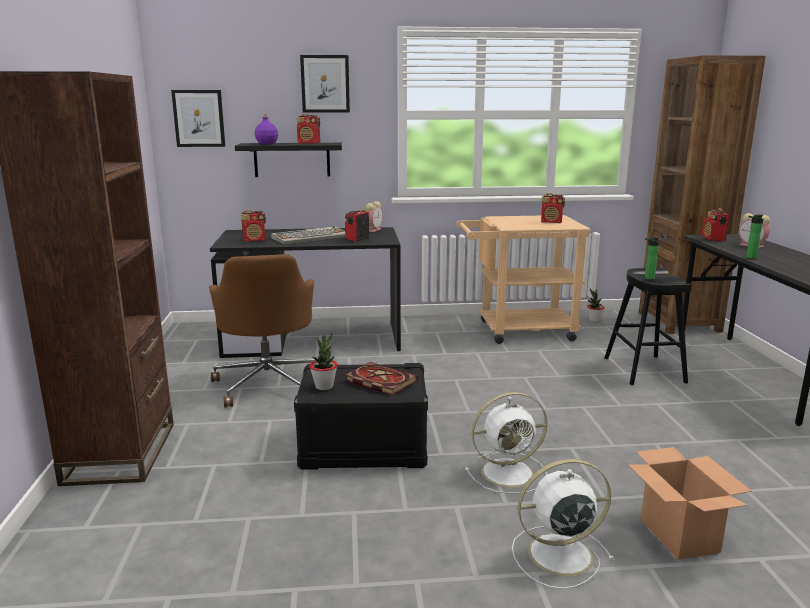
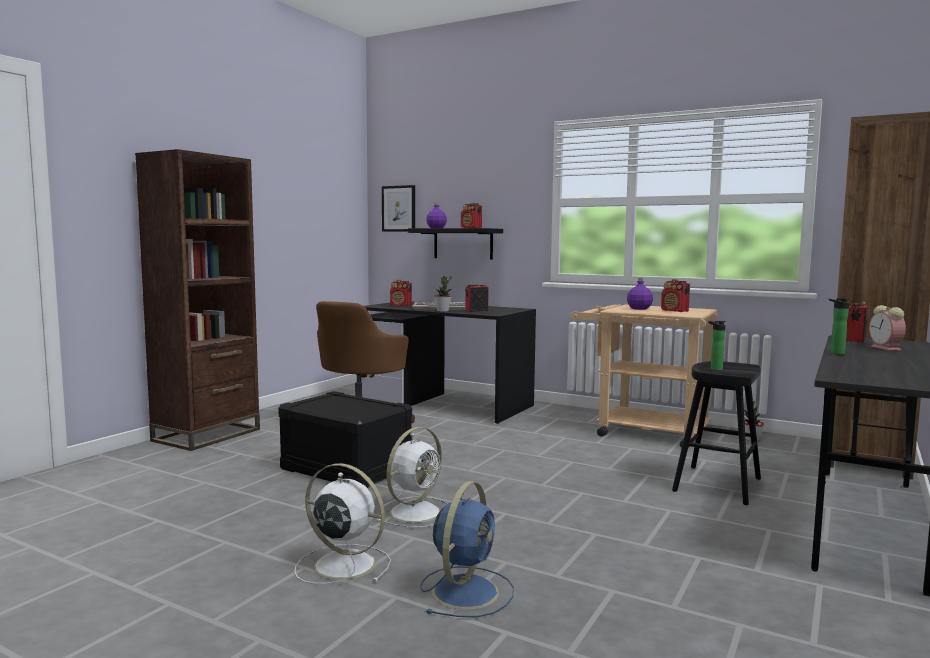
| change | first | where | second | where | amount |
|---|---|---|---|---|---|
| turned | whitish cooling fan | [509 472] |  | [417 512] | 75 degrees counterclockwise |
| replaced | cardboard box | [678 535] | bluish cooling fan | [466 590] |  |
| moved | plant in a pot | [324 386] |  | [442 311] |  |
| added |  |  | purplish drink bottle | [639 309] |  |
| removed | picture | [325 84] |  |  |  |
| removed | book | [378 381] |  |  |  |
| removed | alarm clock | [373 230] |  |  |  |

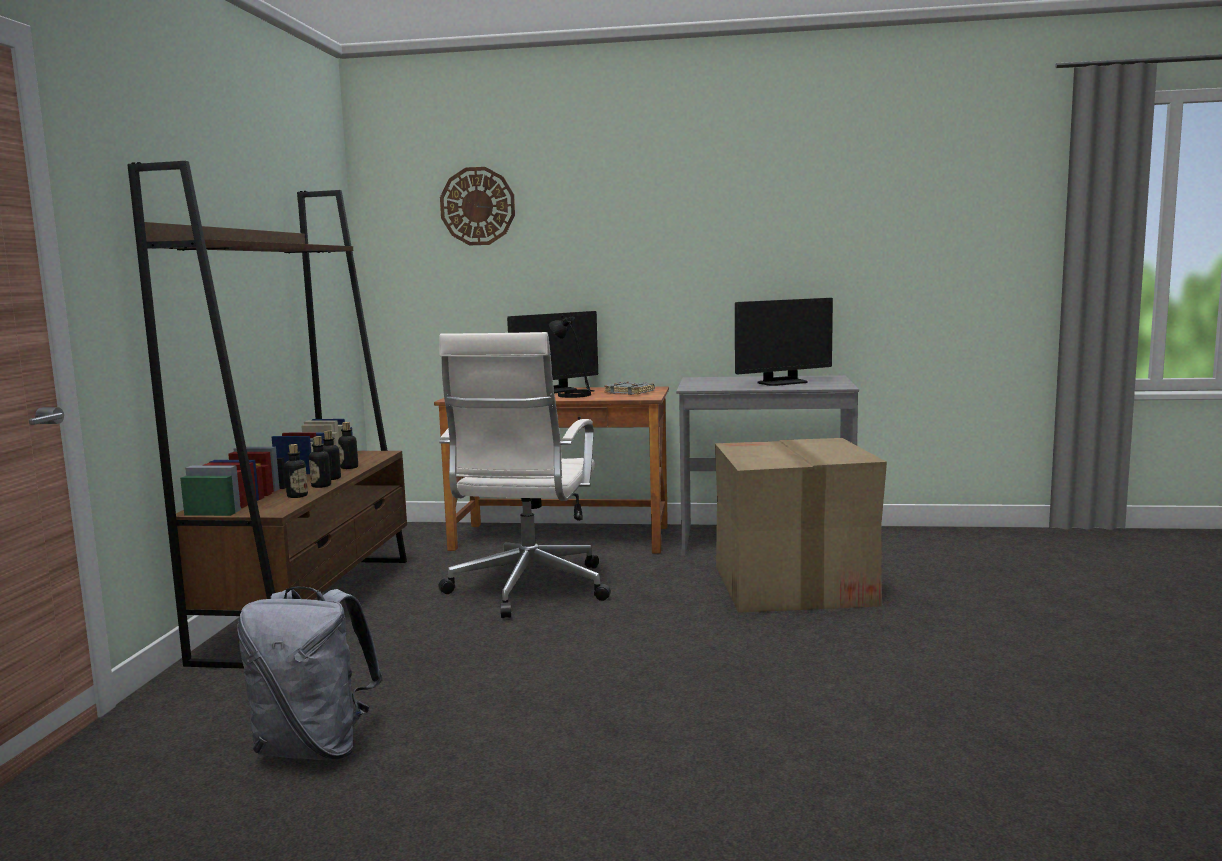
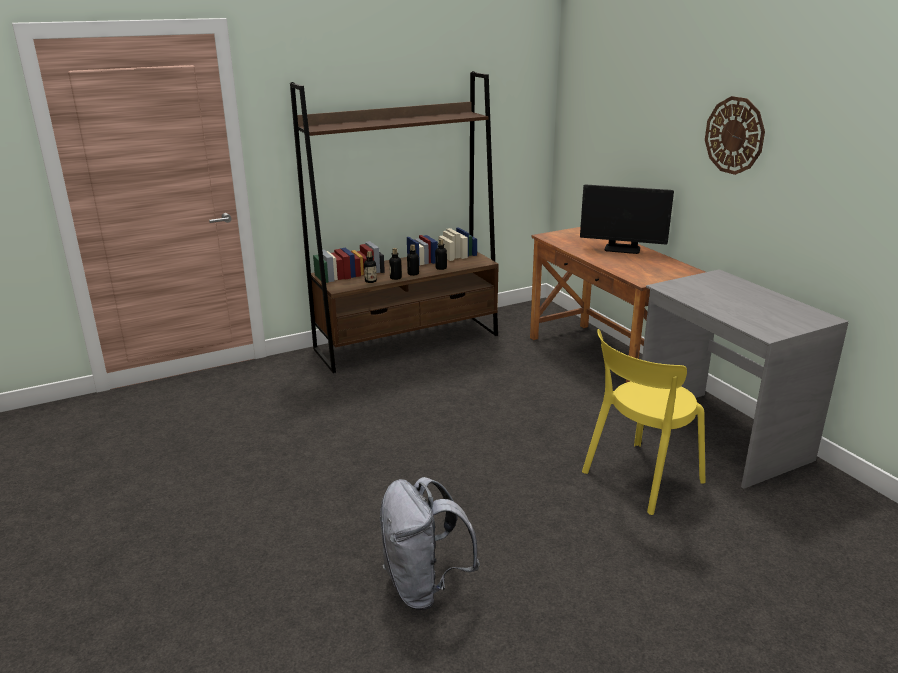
| change | first | where | second | where | amount |
|---|---|---|---|---|---|
| moved | grey backpack | [314 748] |  | [424 586] |  |
| replaced | cardboard box | [793 585] | yellowish upright chair | [639 478] |  |
| moved | hanging clock | [477 206] |  | [734 135] |  |
| removed | whitish desk chair | [527 589] |  |  |  |
| removed | blackish table lamp | [574 395] |  |  |  |
| removed | grey book | [630 392] |  |  |  |
| removed | computer screen | [782 382] |  |  |  |

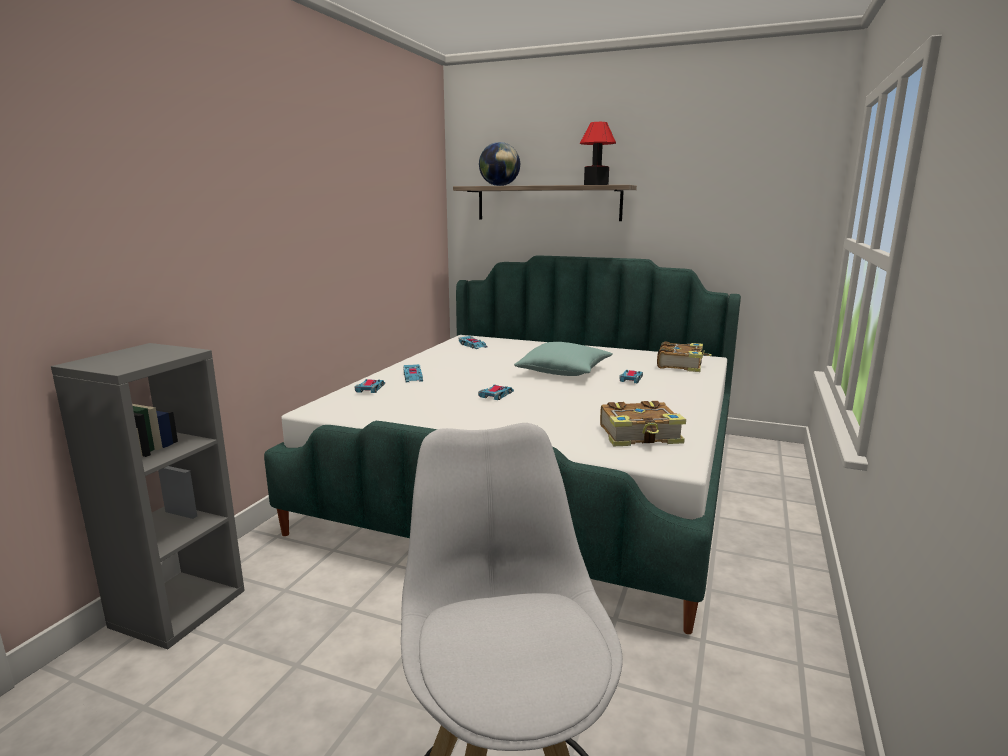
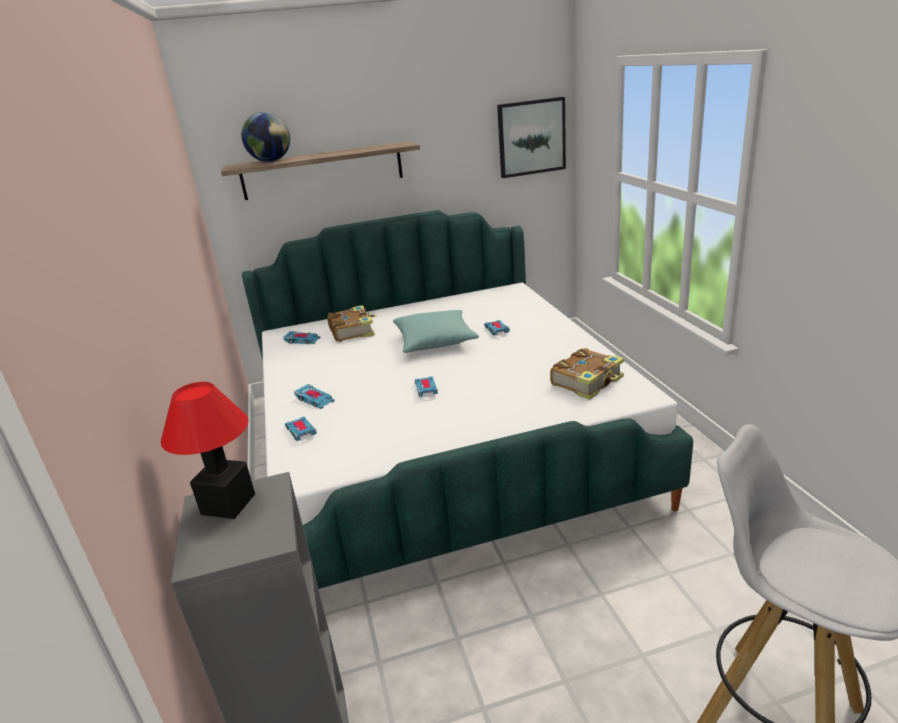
| change | first | where | second | where | amount |
|---|---|---|---|---|---|
| moved | table lamp | [596 185] |  | [229 503] |  |
| moved | book | [681 365] |  | [352 331] |  |
| added |  |  | picture | [531 137] |  |

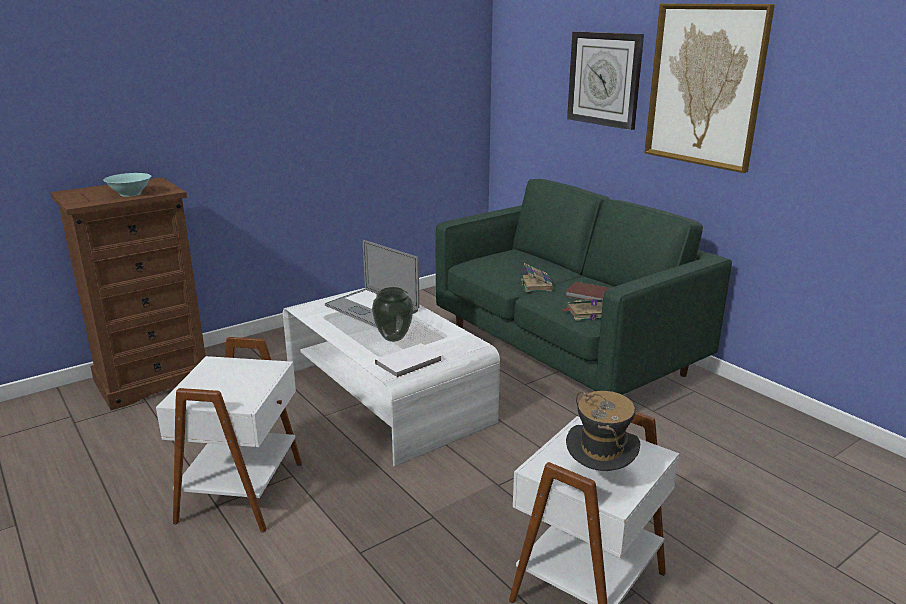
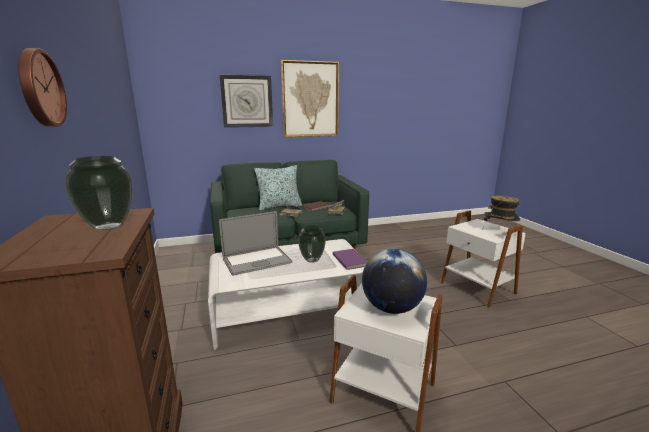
| change | first | where | second | where | amount |
|---|---|---|---|---|---|
| added |  |  | hanging clock | [39 88] |  |
| replaced | blue-green serving bowl | [130 194] | decorative vase | [109 227] |  |
| added |  |  | cushion | [279 206] |  |
| recoloured | whitish book | [410 363] | purplish book | [350 260] |  |
| added |  |  | world globe | [392 308] |  |

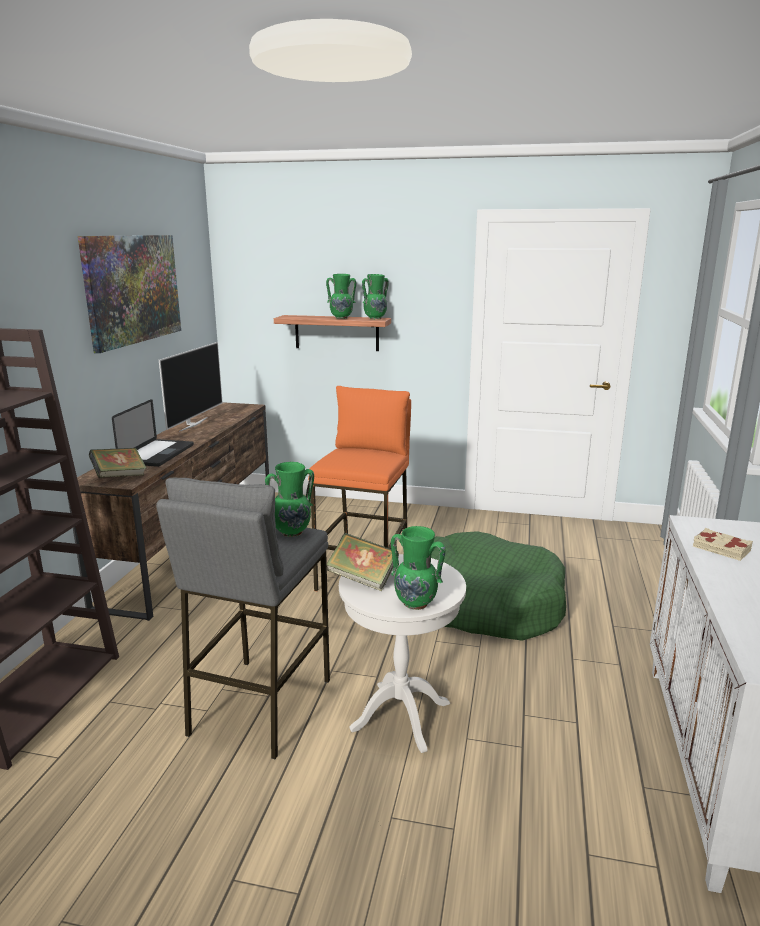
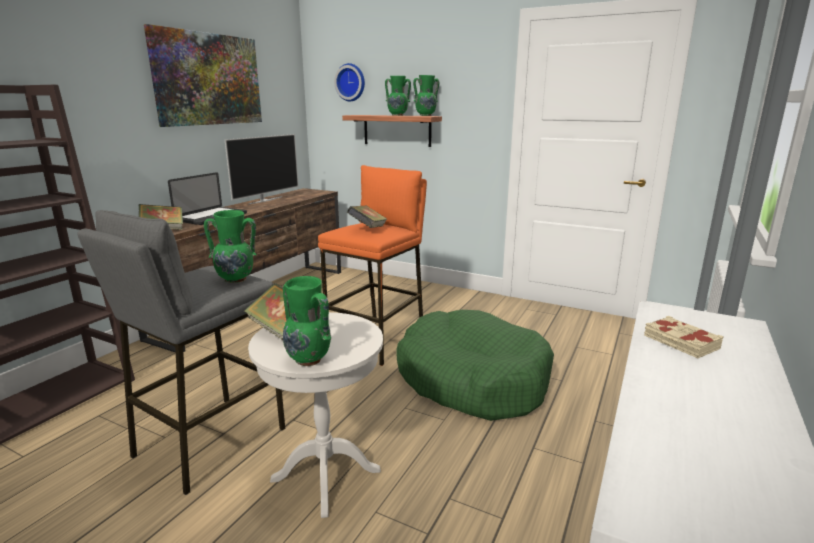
| change | first | where | second | where | amount |
|---|---|---|---|---|---|
| added |  |  | hanging clock | [351 82] |  |
| added |  |  | book | [368 229] |  |

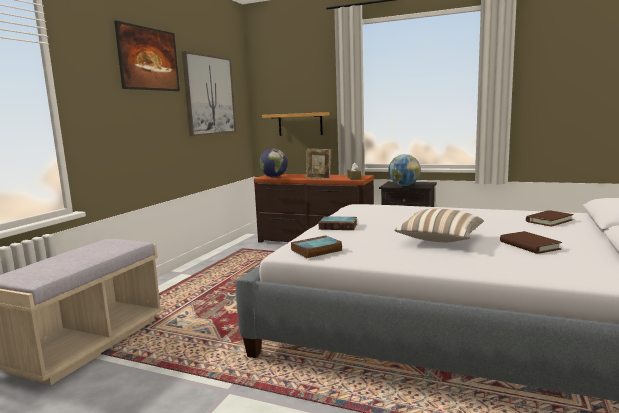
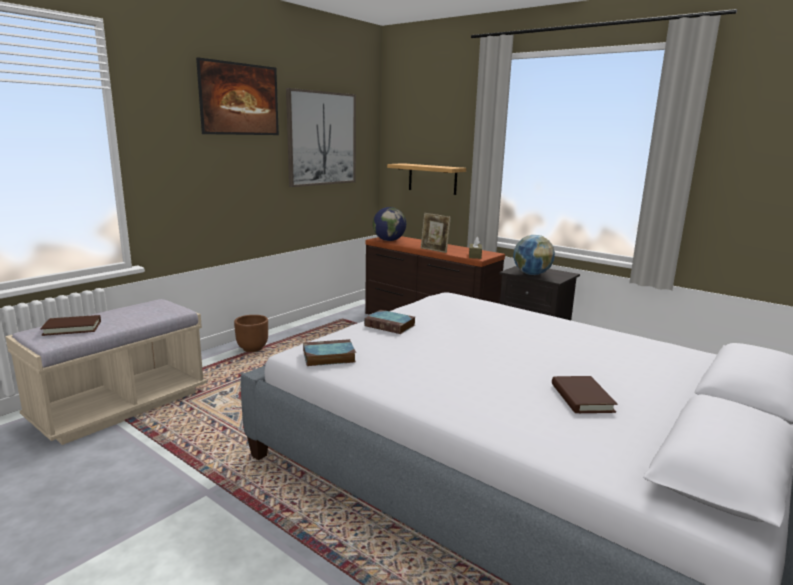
| change | first | where | second | where | amount |
|---|---|---|---|---|---|
| moved | brown-coloured book | [549 221] |  | [72 328] |  |
| added |  |  | brown-coloured plant pot | [253 349] |  |
| removed | cushion | [439 240] |  |  |  |

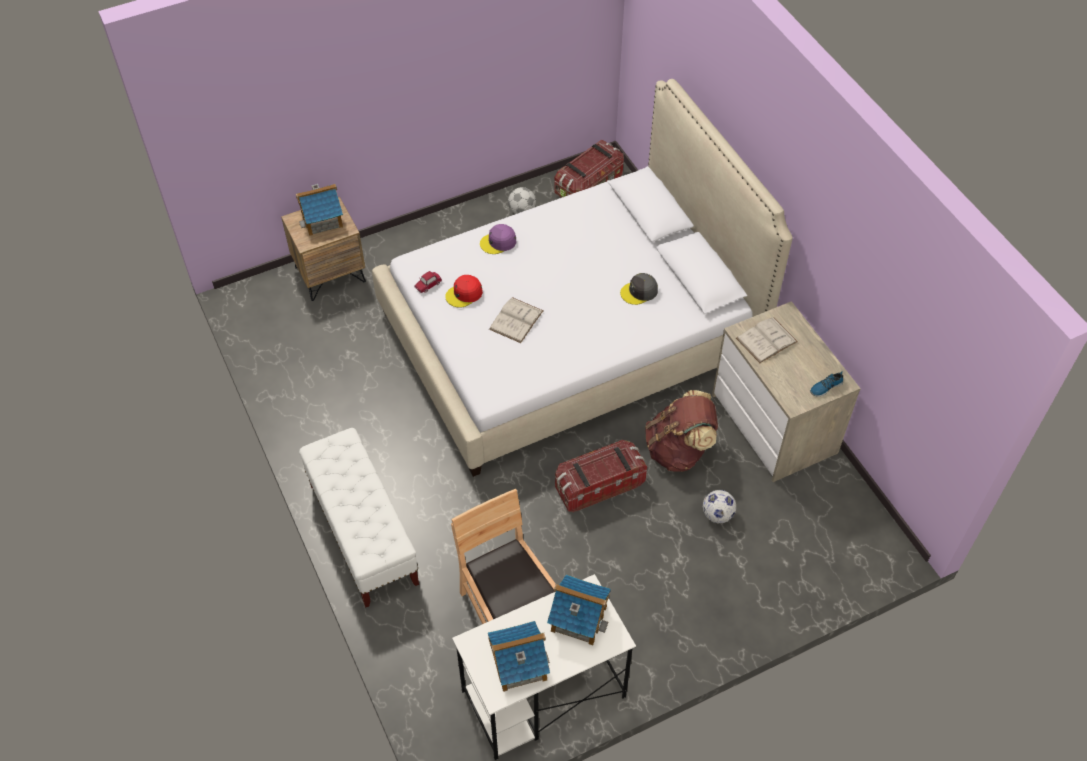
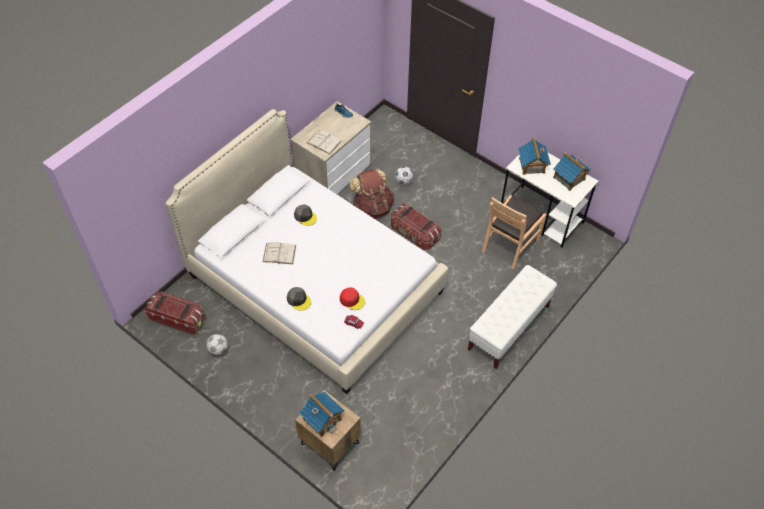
| change | first | where | second | where | amount |
|---|---|---|---|---|---|
| moved | whitish book | [516 320] |  | [279 253] |  |
| recoloured | purplish cap | [498 242] | grey cap | [299 300] |  |

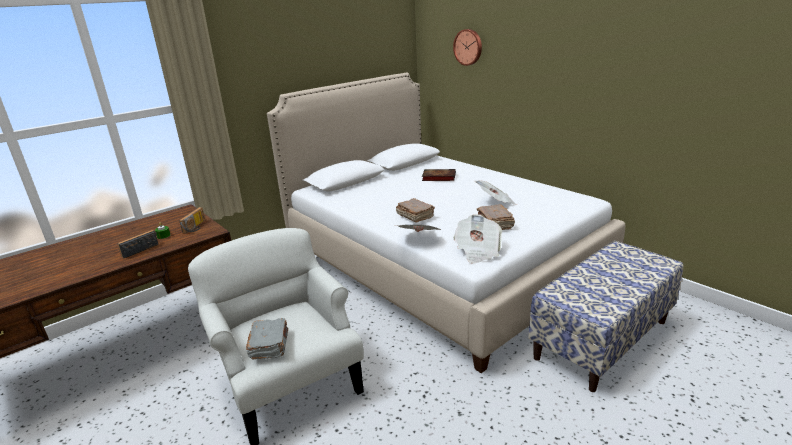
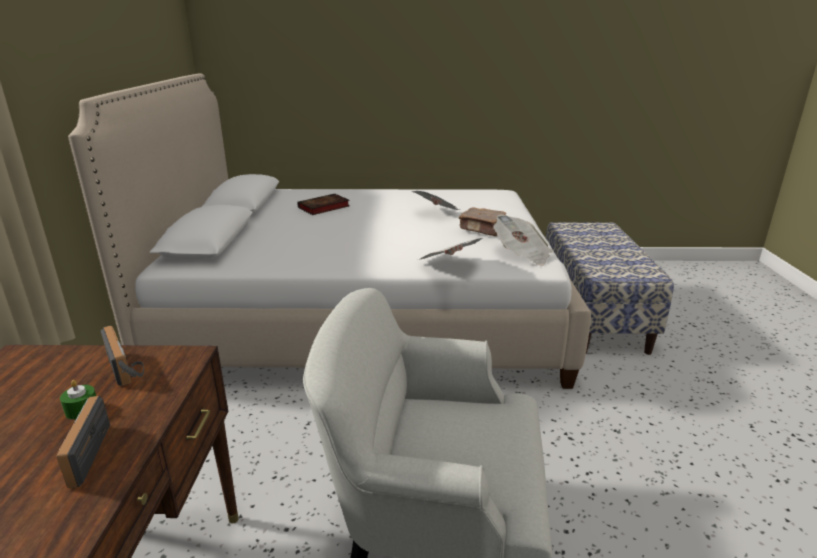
| change | first | where | second | where | amount |
|---|---|---|---|---|---|
| removed | grey book | [270 345] |  |  |  |
| removed | brown-coloured book | [415 216] |  |  |  |
| removed | hanging clock | [468 47] |  |  |  |

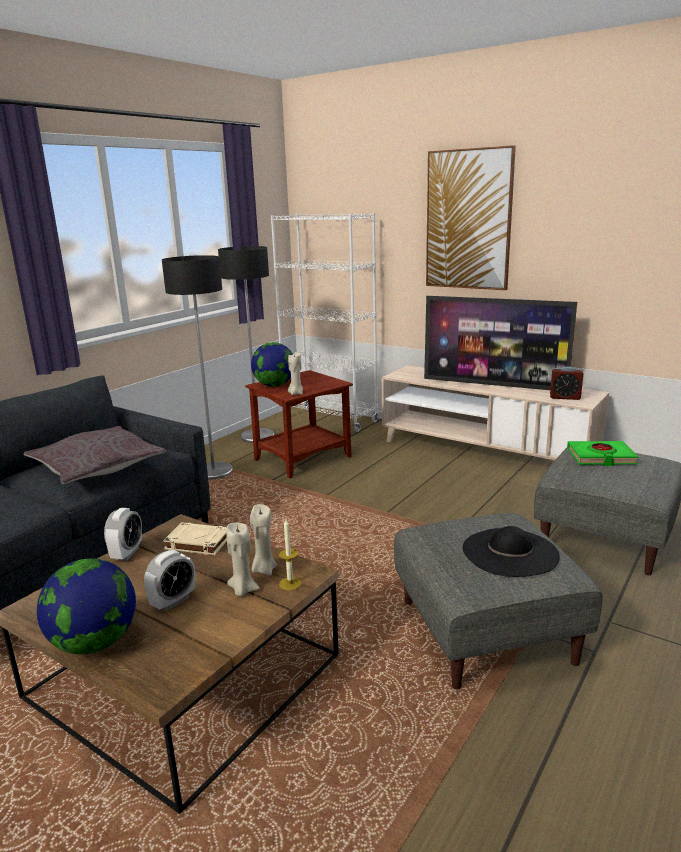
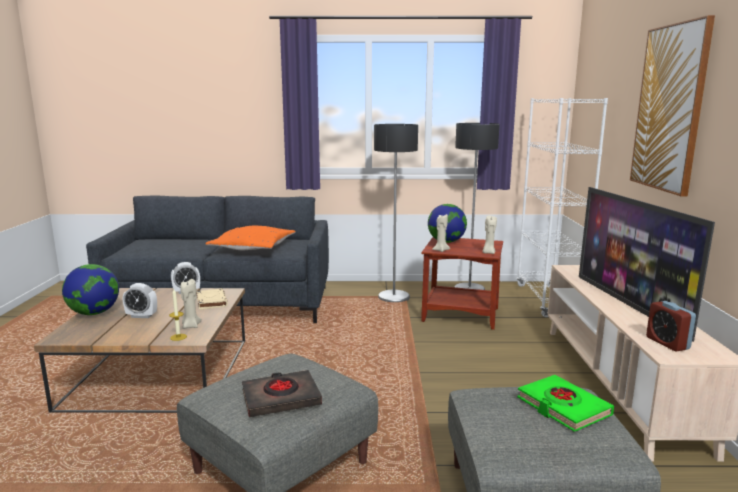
| change | first | where | second | where | amount |
|---|---|---|---|---|---|
| recoloured | grey cushion | [97 466] | orange-coloured cushion | [253 247] |  |
| replaced | blackish clothing hat | [510 552] | blackish book | [281 398] |  |
| moved | sand-coloured wax light | [242 590] |  | [488 253] |  |

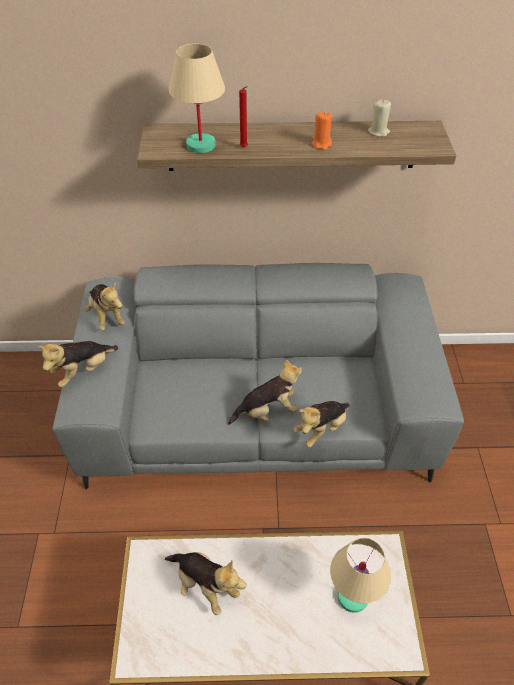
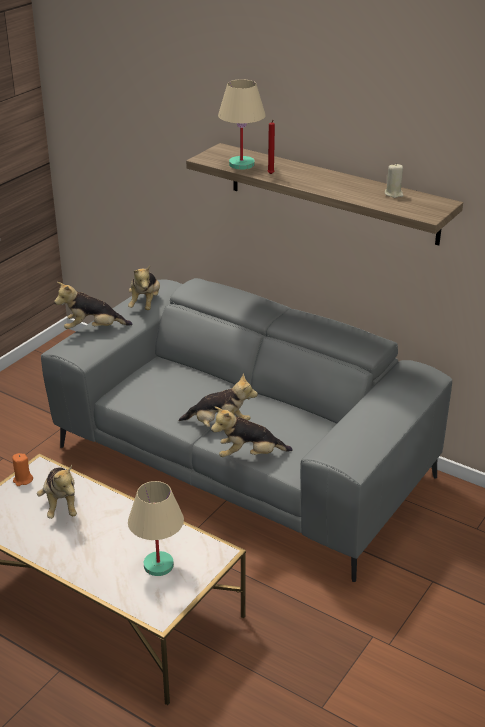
| change | first | where | second | where | amount |
|---|---|---|---|---|---|
| moved | orange-coloured wax light | [321 144] |  | [23 480] |  |

